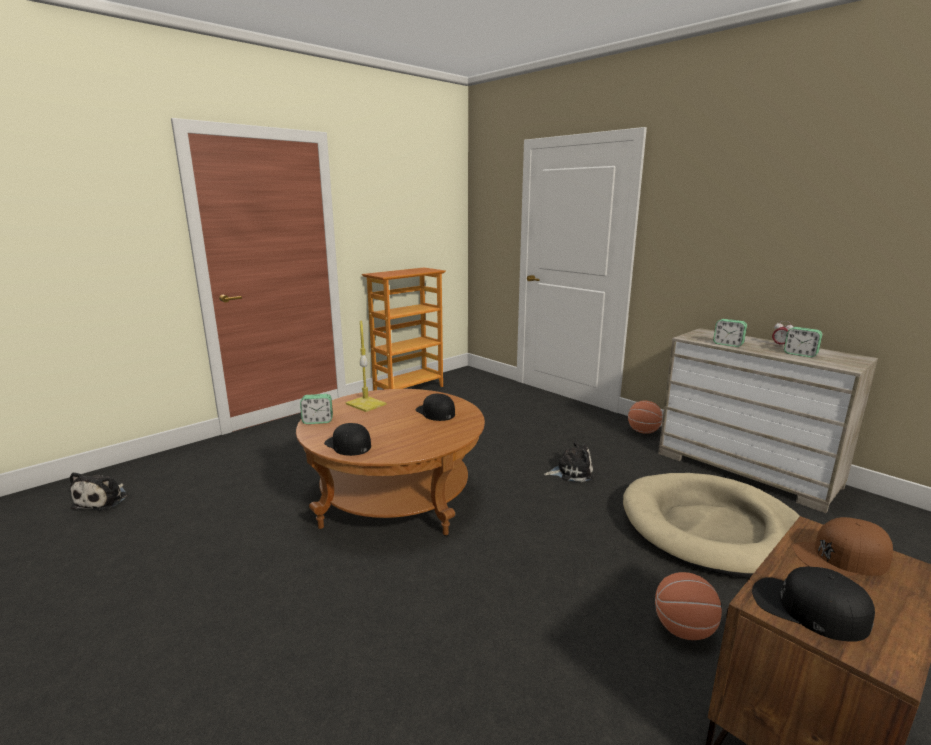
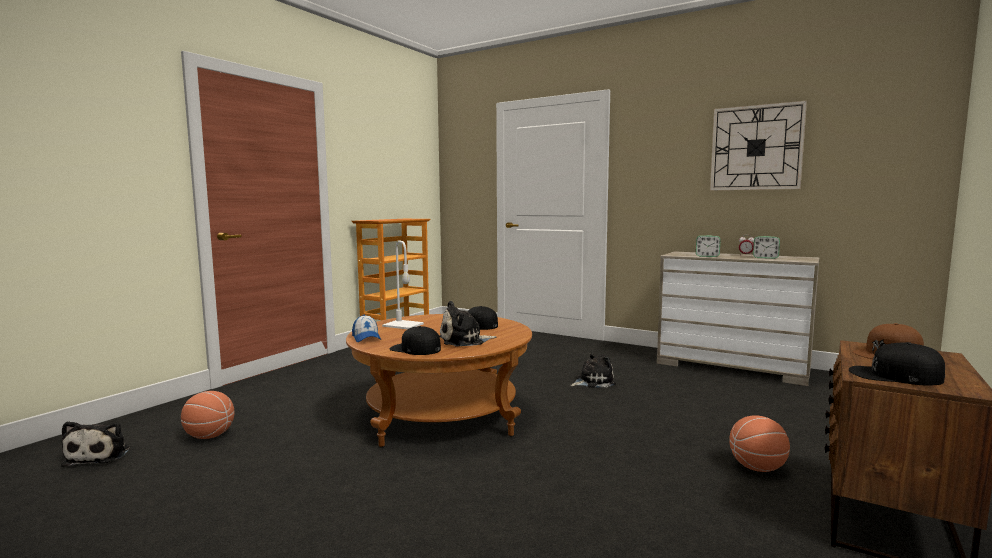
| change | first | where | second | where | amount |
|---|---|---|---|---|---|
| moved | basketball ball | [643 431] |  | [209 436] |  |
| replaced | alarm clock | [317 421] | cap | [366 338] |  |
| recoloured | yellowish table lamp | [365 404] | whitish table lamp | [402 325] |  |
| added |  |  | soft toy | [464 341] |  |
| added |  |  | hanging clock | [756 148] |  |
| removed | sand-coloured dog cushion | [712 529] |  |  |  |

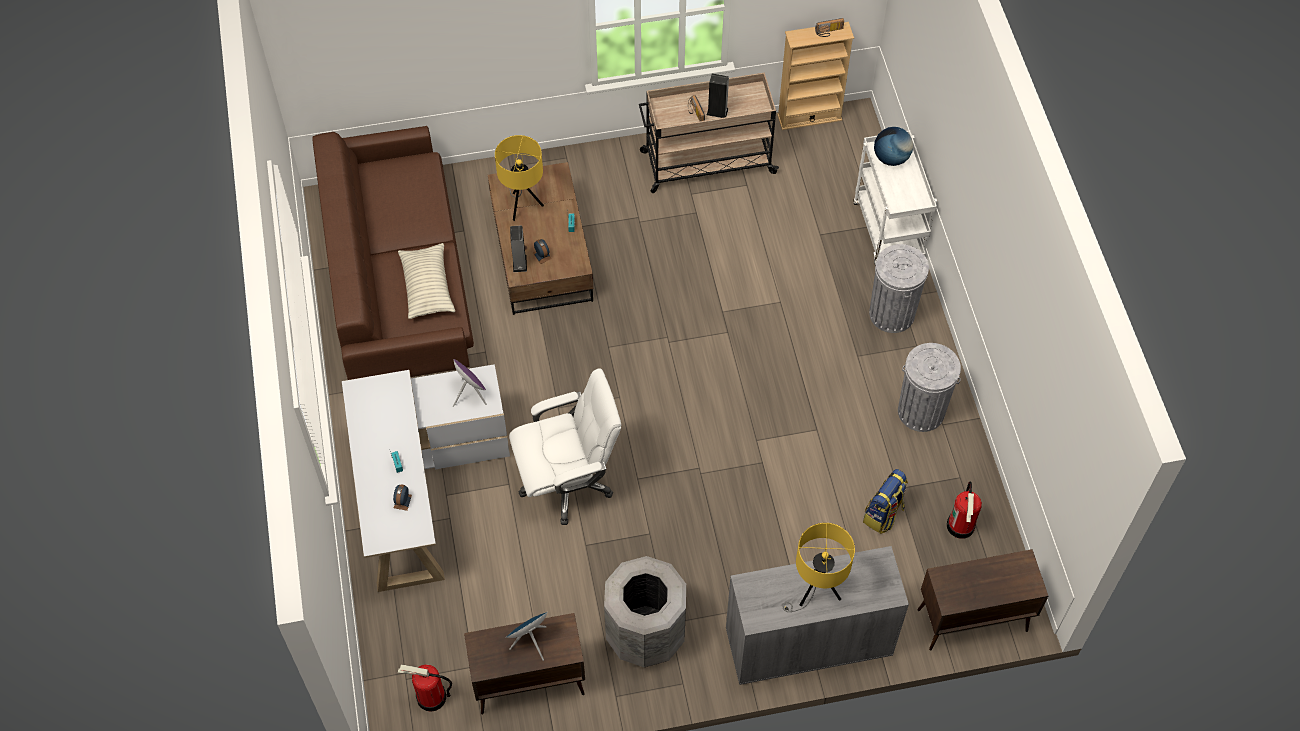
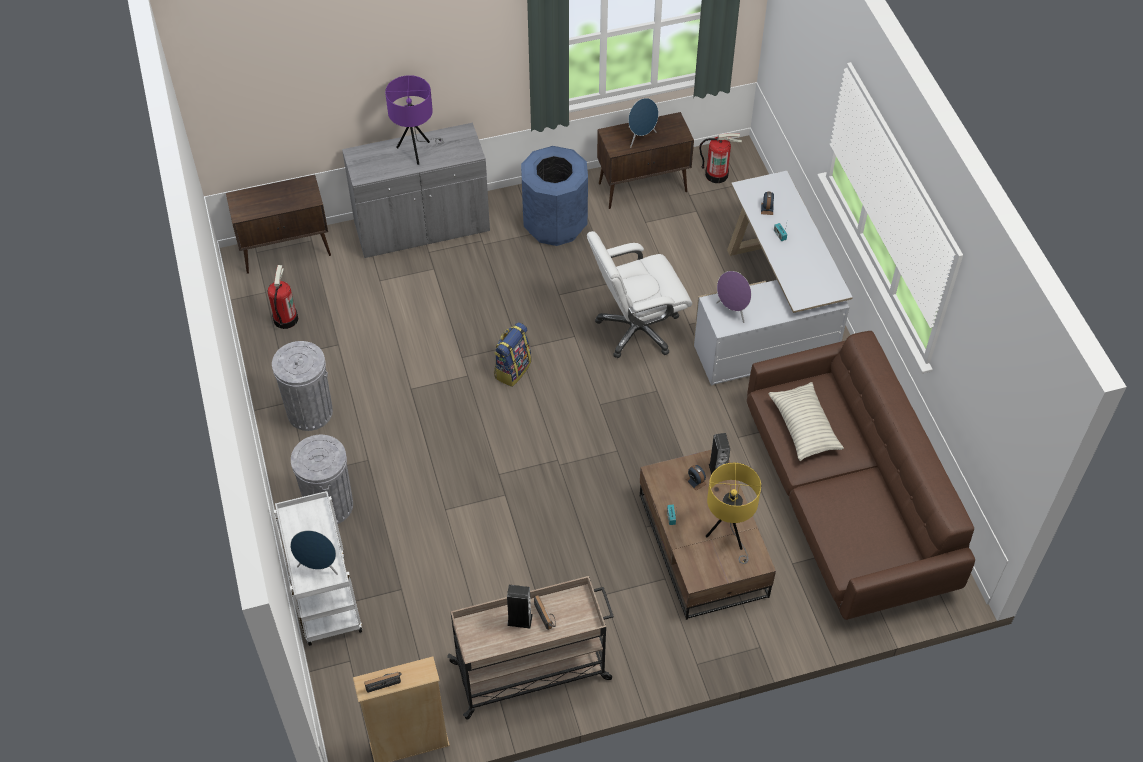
| change | first | where | second | where | amount |
|---|---|---|---|---|---|
| replaced | world globe | [891 158] | bluish loudspeaker | [319 566] |  |
| recoloured | yellowish table lamp | [815 593] | purplish table lamp | [416 151] |  |
| moved | backpack | [883 514] |  | [512 369] |  |
| recoloured | grey rubbish bin | [645 634] | bluish rubbish bin | [555 224] |  |

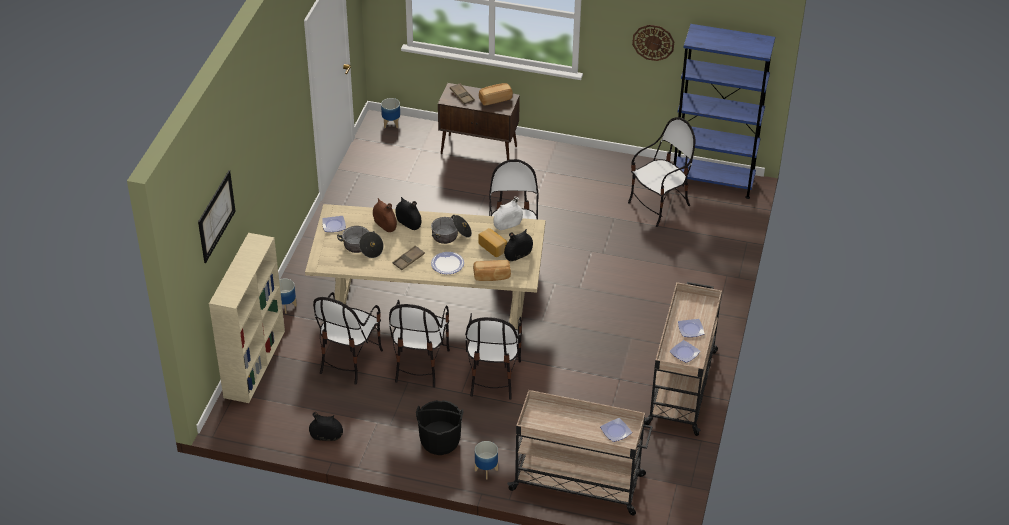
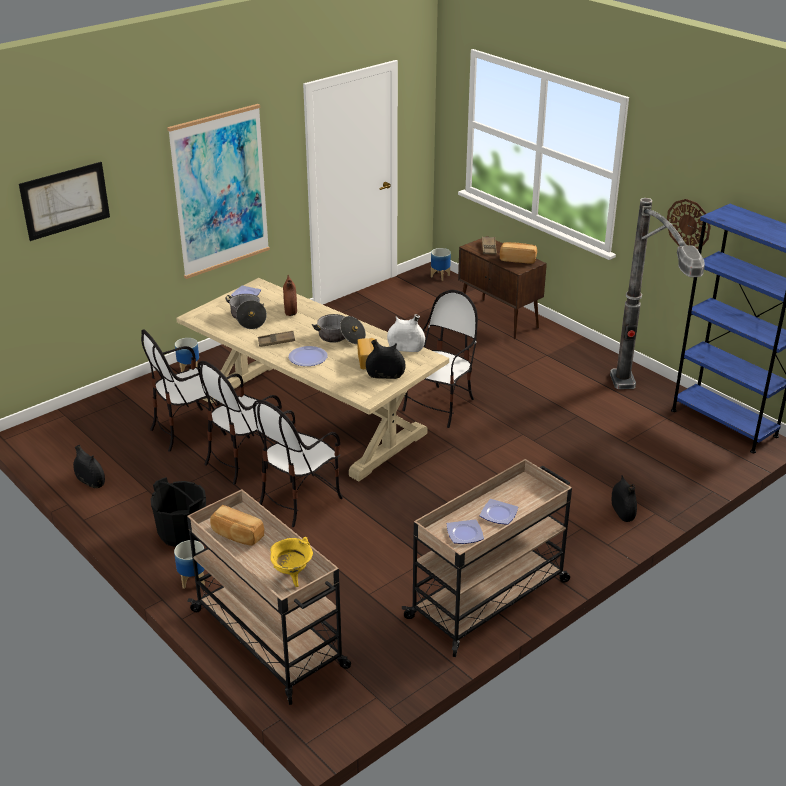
| change | first | where | second | where | amount |
|---|---|---|---|---|---|
| added |  |  | picture | [220 191] |  |
| moved | bread | [492 276] |  | [237 535] |  |
| replaced | dinner plate | [615 431] | yellowish stockpot | [292 575] |  |
| replaced | upright chair | [659 206] | standard lamp | [639 423] |  |
| moved | blackish decorative vase | [408 223] |  | [622 512] |  |
| removed | sand-coloured shelving unit | [255 363] |  |  |  |

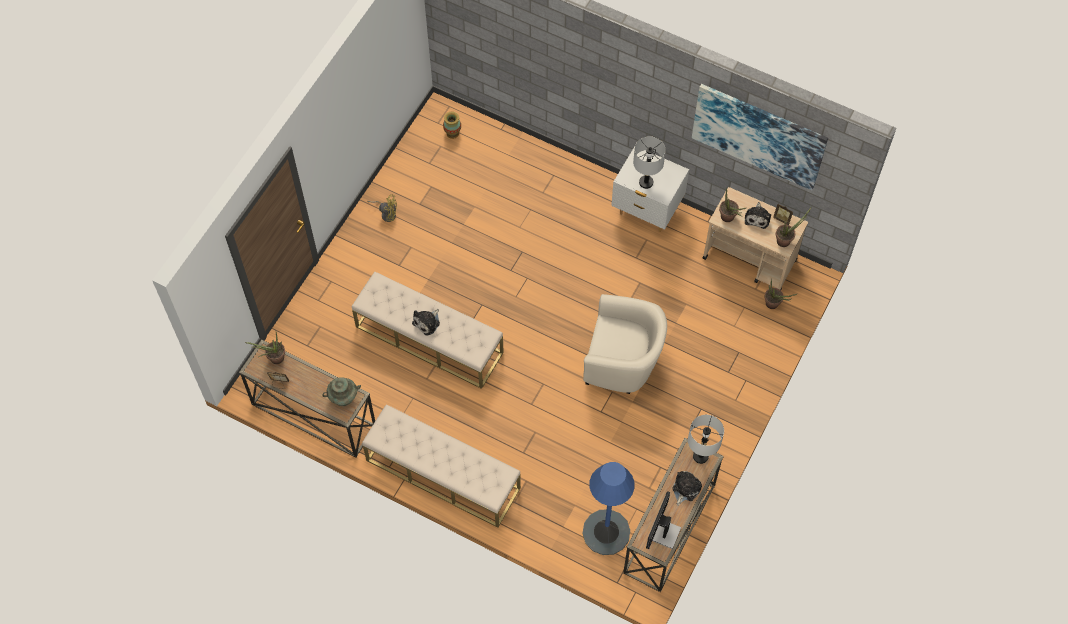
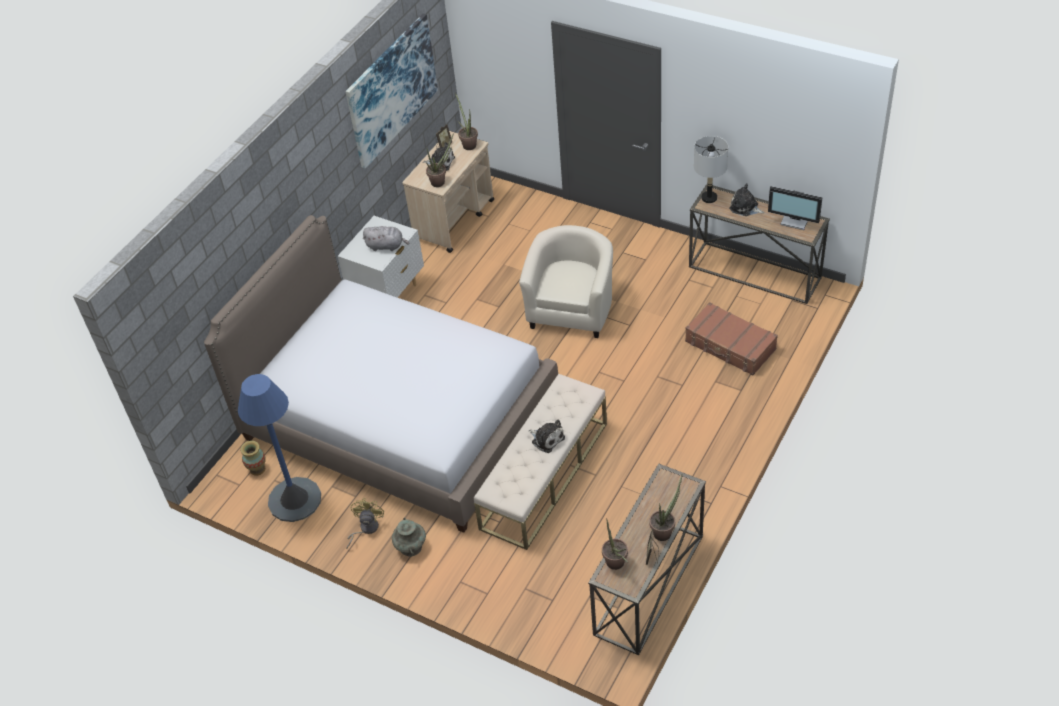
| change | first | where | second | where | amount |
|---|---|---|---|---|---|
| added |  |  | bed | [399 418] |  |
| moved | bluish standard lamp | [606 532] |  | [294 500] |  |
| replaced | grey table lamp | [646 182] | grey soft toy | [386 246] |  |
| moved | blue-green decorative vase | [343 397] |  | [410 546] |  |
| moved | plant in a pot | [774 305] |  | [665 531] |  |
| added |  |  | brown-coloured piece of luggage | [730 346] |  |
| removed | sand-coloured long seat | [442 474] |  |  |  |

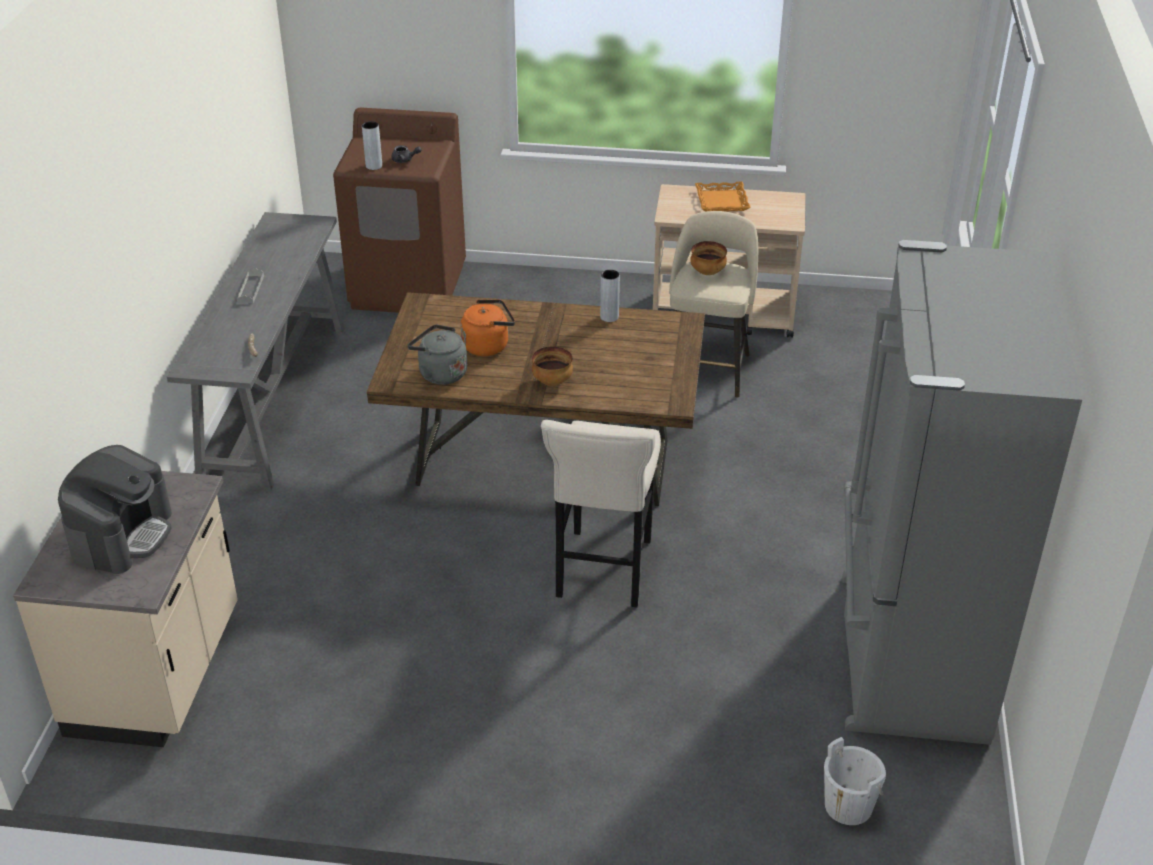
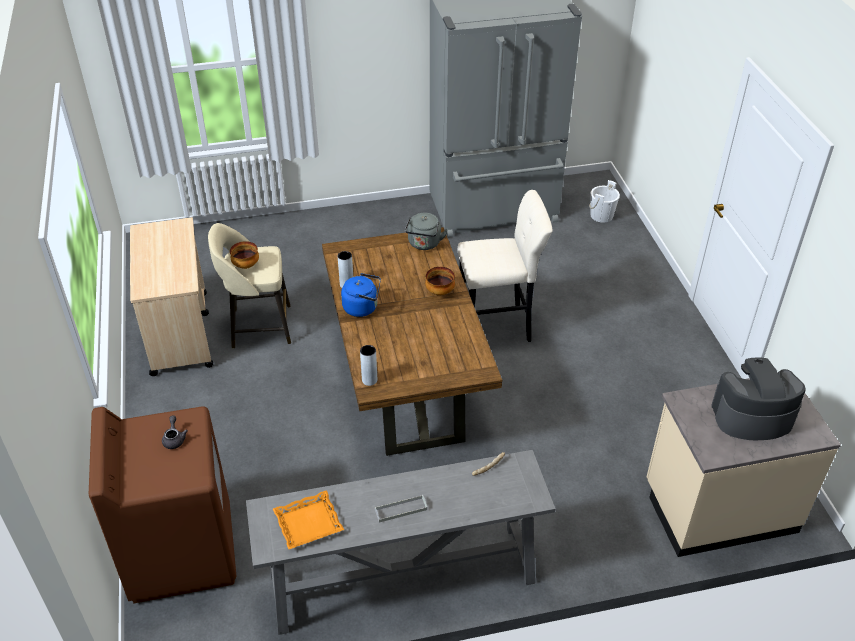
| change | first | where | second | where | amount |
|---|---|---|---|---|---|
| moved | orange-coloured serving tray | [722 201] |  | [308 523] |  |
| added |  |  | bluish kettle | [362 307] |  |
| moved | grey decorative vase | [374 166] |  | [369 380] |  |
| moved | grey kettle | [440 373] |  | [424 244] |  |
| removed | orange-coloured kettle | [488 345] |  |  |  |

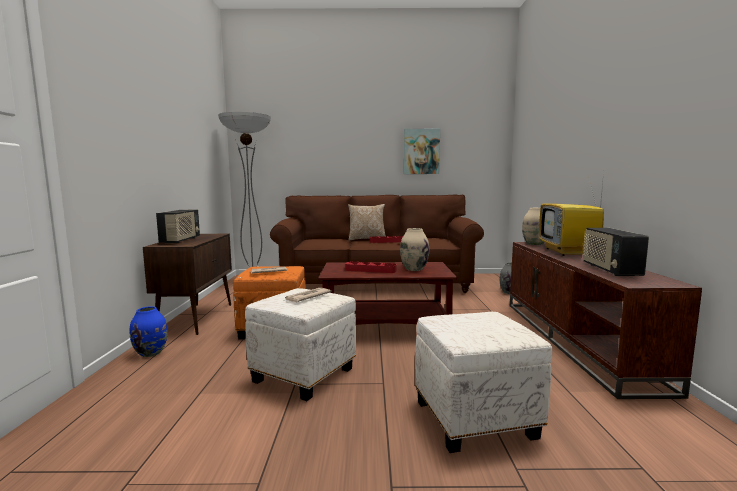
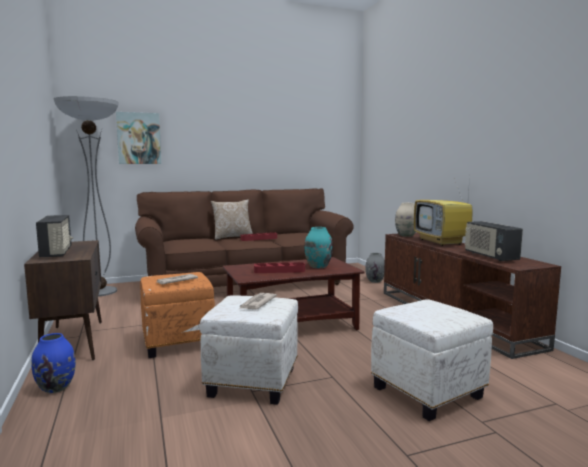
| change | first | where | second | where | amount |
|---|---|---|---|---|---|
| moved | picture | [421 151] |  | [139 138] |  |
| recoloured | sand-coloured decorative vase | [414 269] | blue-green decorative vase | [318 266] |  |

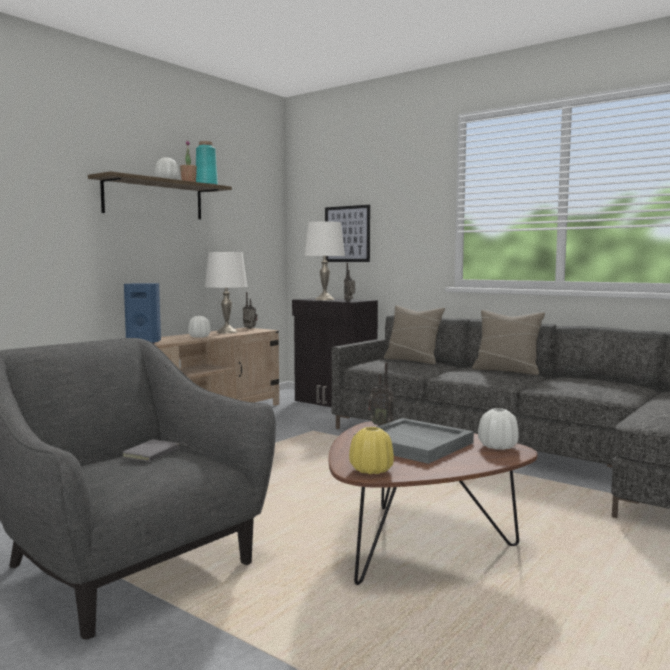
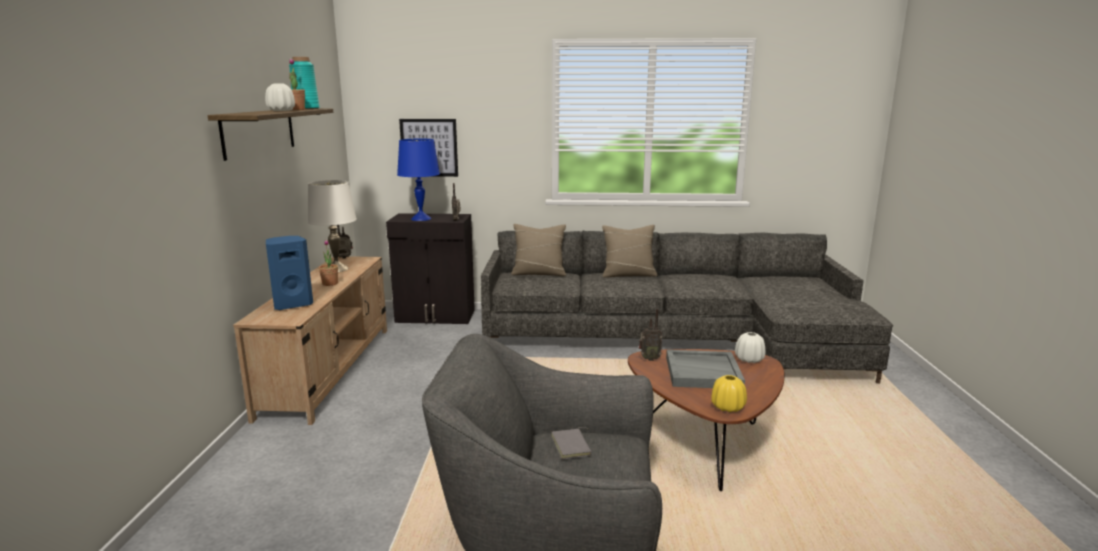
| change | first | where | second | where | amount |
|---|---|---|---|---|---|
| replaced | whitish decorative vase | [199 337] | plant in a pot | [330 284] |  |
| recoloured | whitish table lamp | [324 299] | bluish table lamp | [421 218] |  |

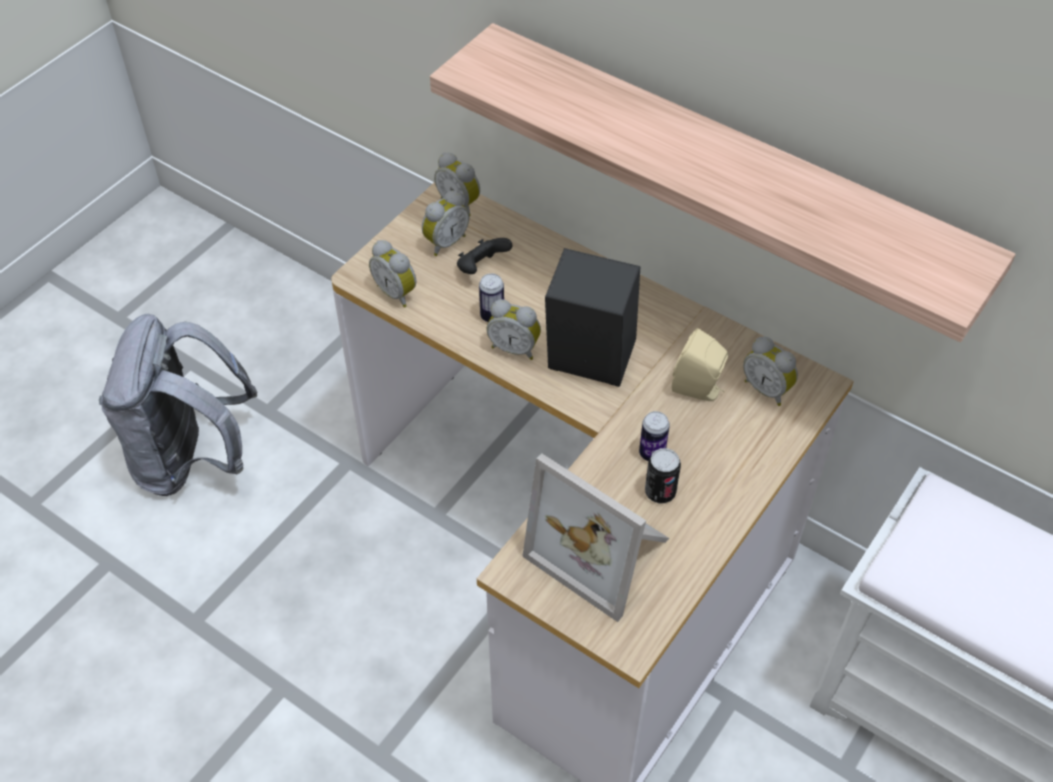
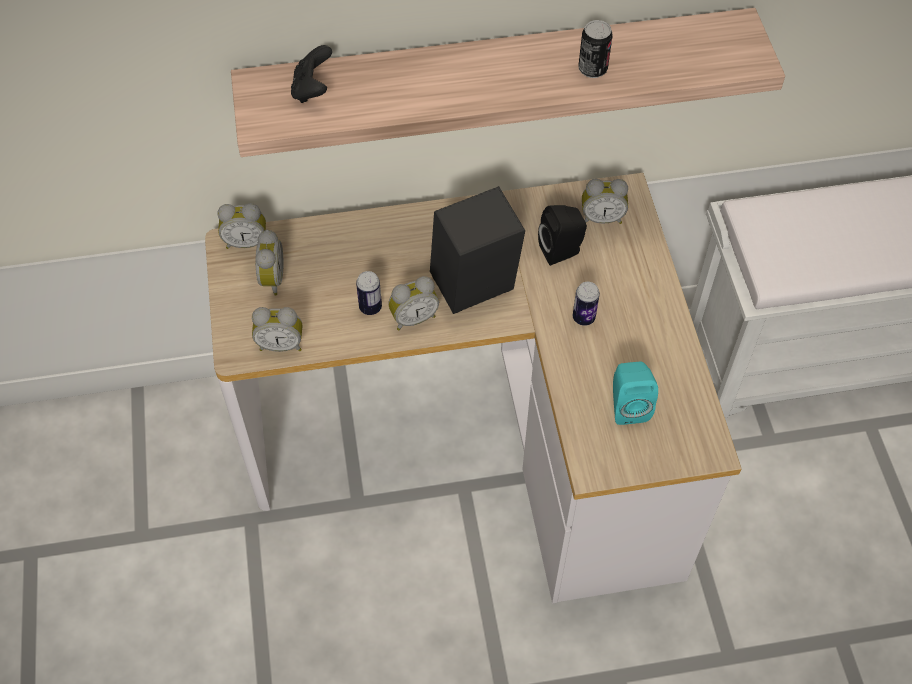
| change | first | where | second | where | amount |
|---|---|---|---|---|---|
| moved | blackish gamepad | [482 268] |  | [312 90] |  |
| recoloured | sand-coloured loudspeaker | [699 389] | blackish loudspeaker | [562 251] |  |
| moved | metal can | [660 492] |  | [592 69] |  |
| replaced | standing frame | [603 549] | blue-green loudspeaker | [628 405] |  |
| removed | grey backpack | [192 459] |  |  |  |

